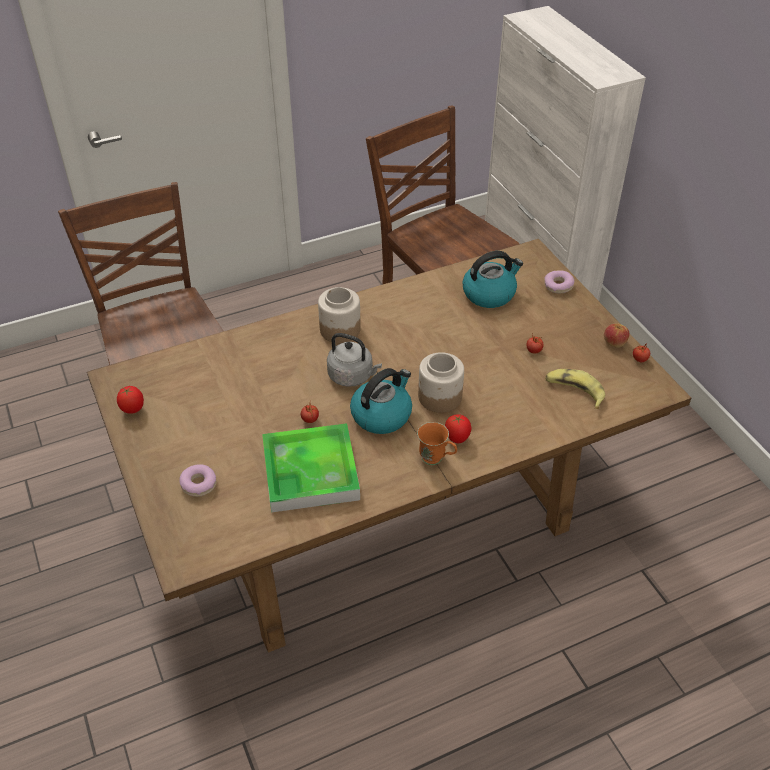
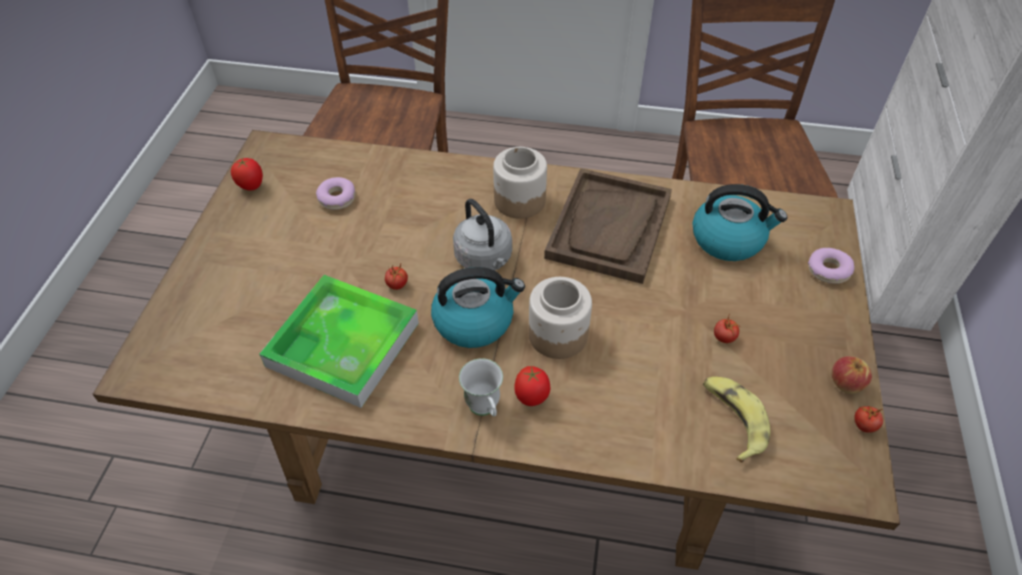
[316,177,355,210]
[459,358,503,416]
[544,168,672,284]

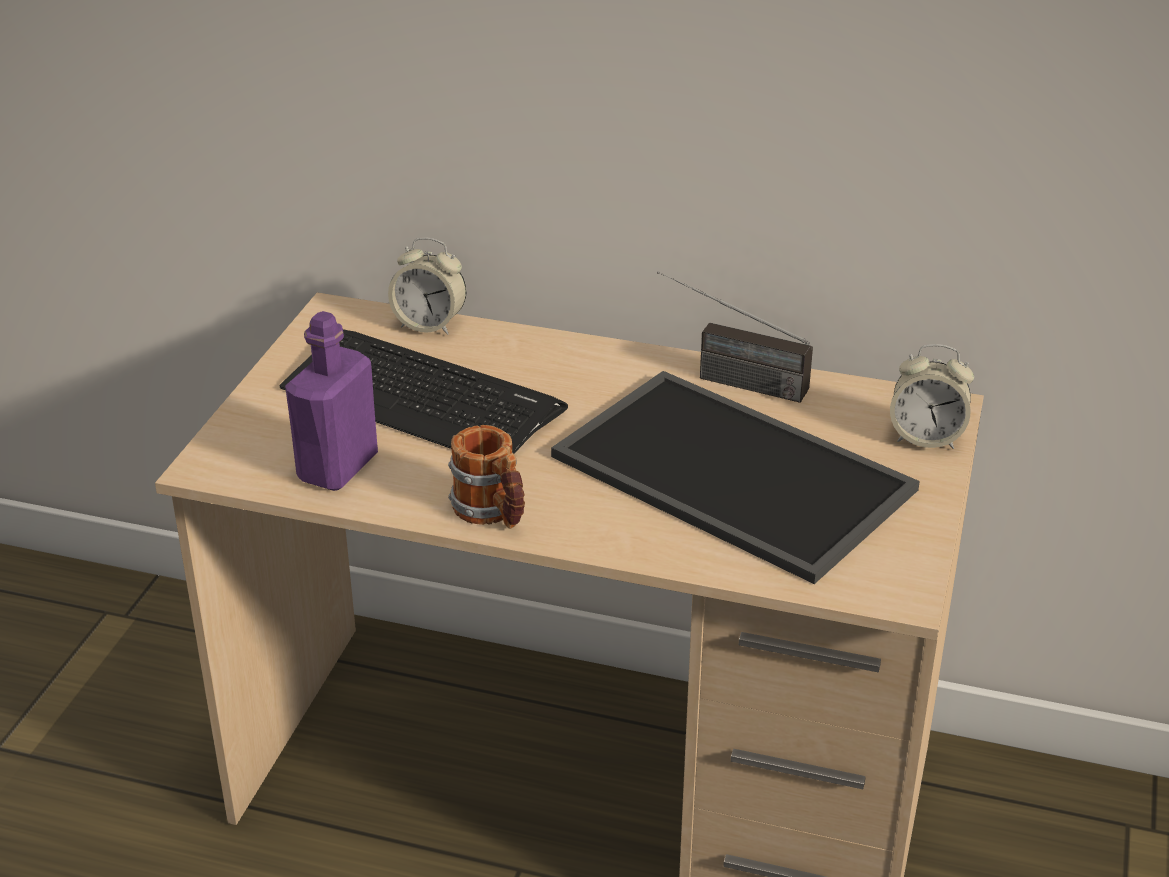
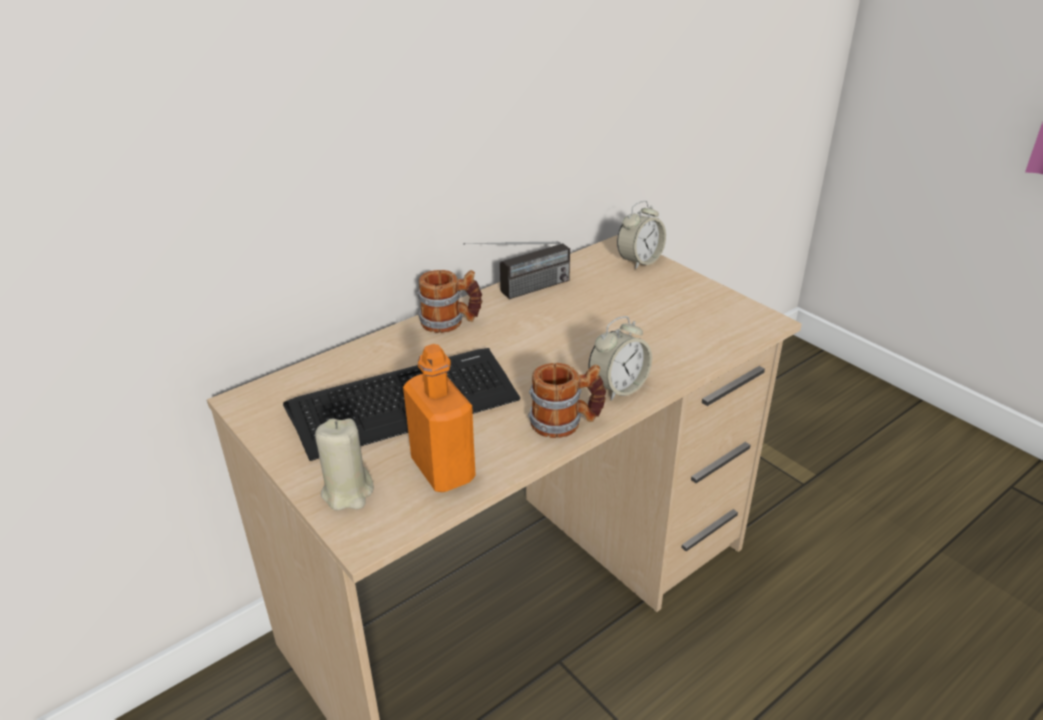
[403,344,476,492]
[589,316,652,401]
[551,371,920,584] (first image)
[315,418,374,511]
[417,270,482,333]

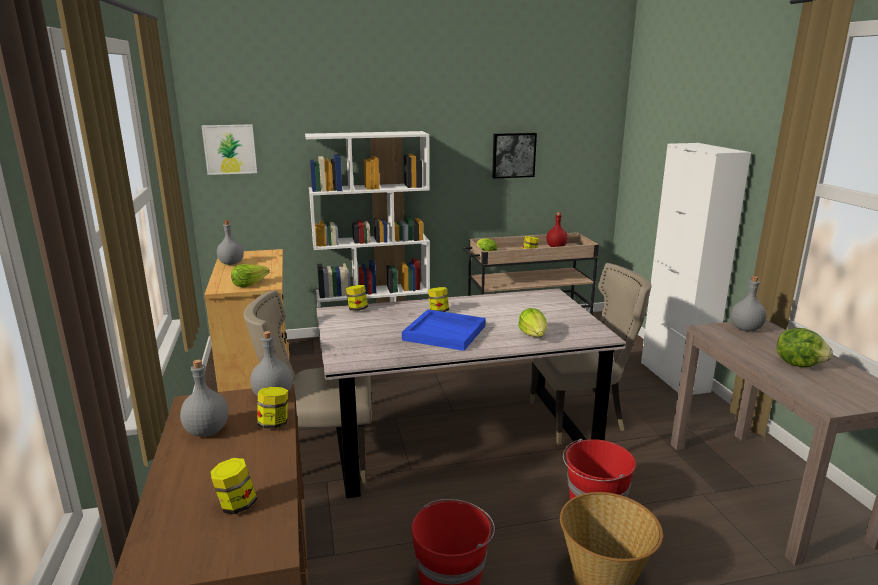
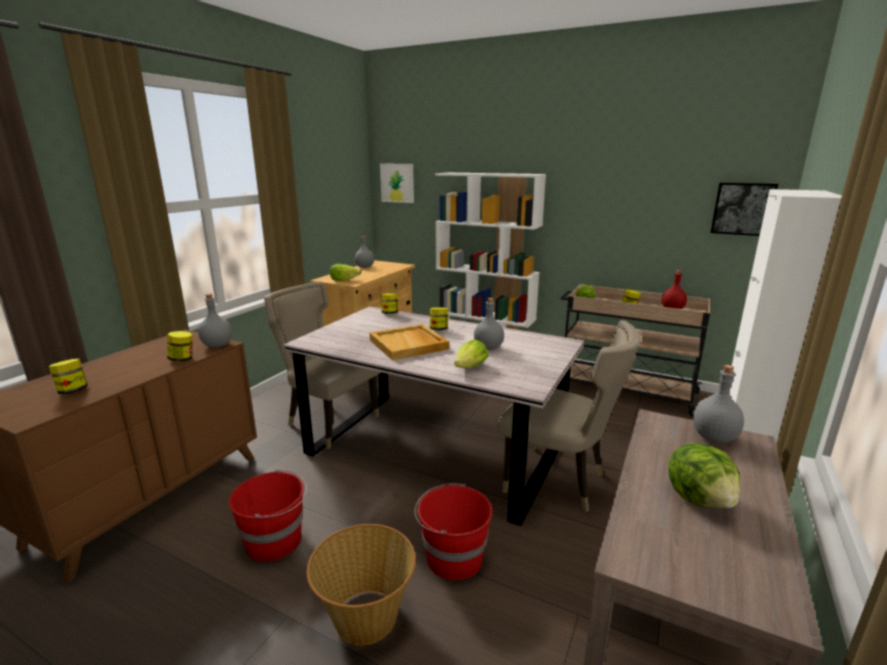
[474,298,504,350]
[370,324,449,360]
[711,183,778,236]

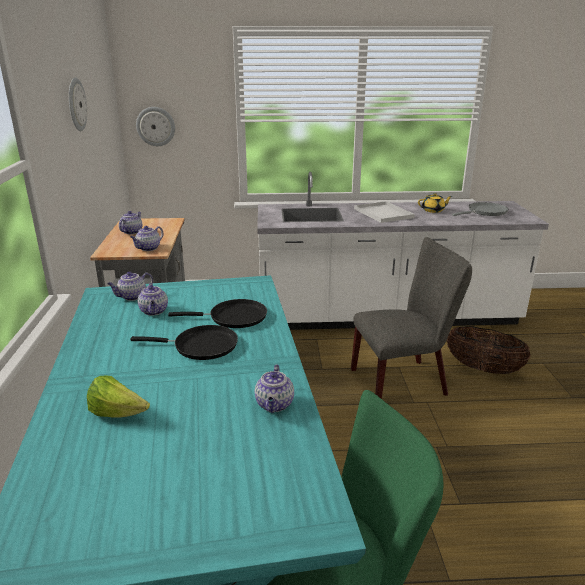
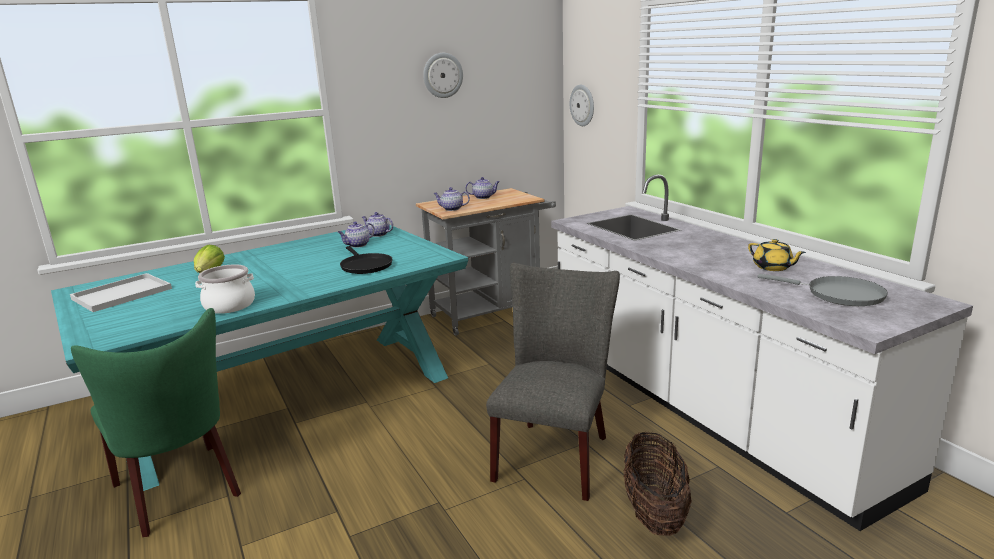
[130,325,238,360] (first image)
[195,264,255,314]
[486,263,620,501]
[70,273,172,312]

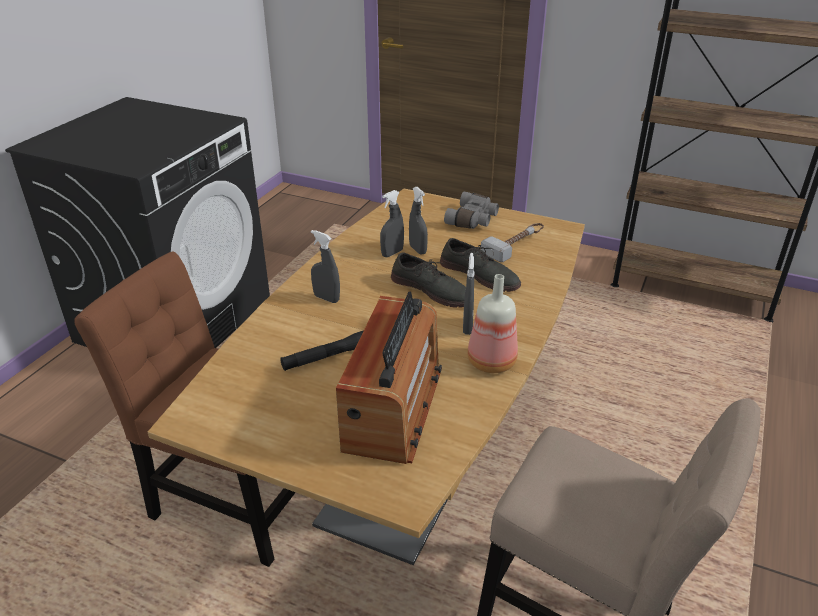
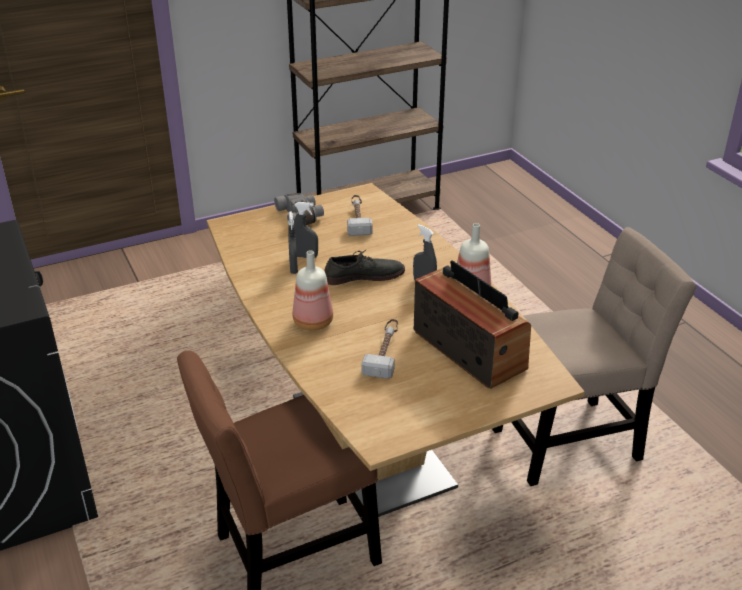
[361,319,398,379]
[293,250,333,331]
[440,238,521,292] (first image)

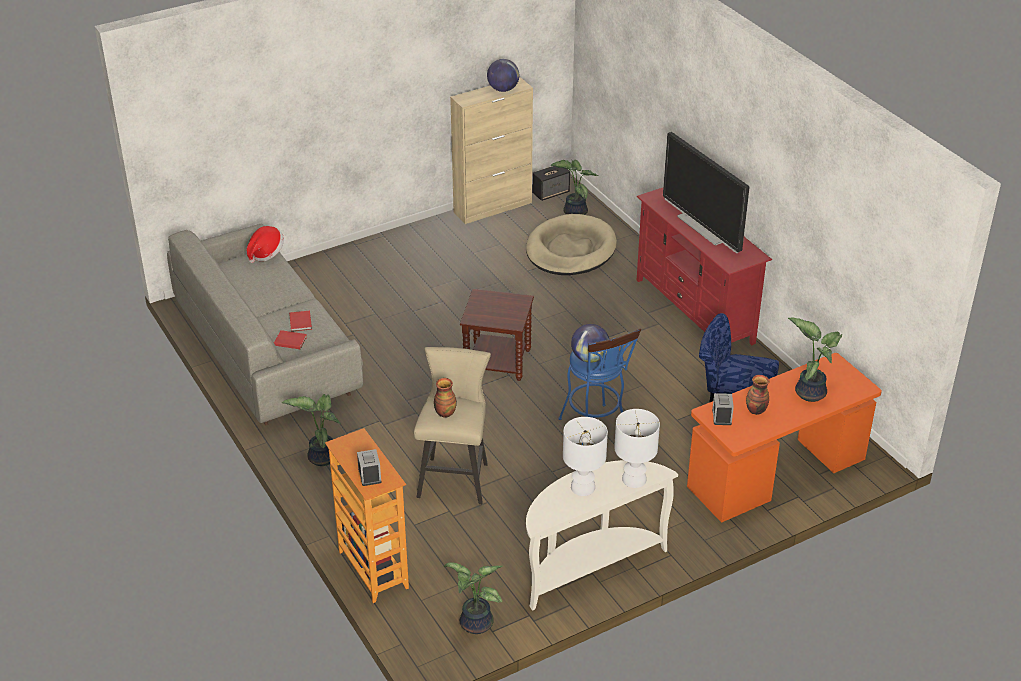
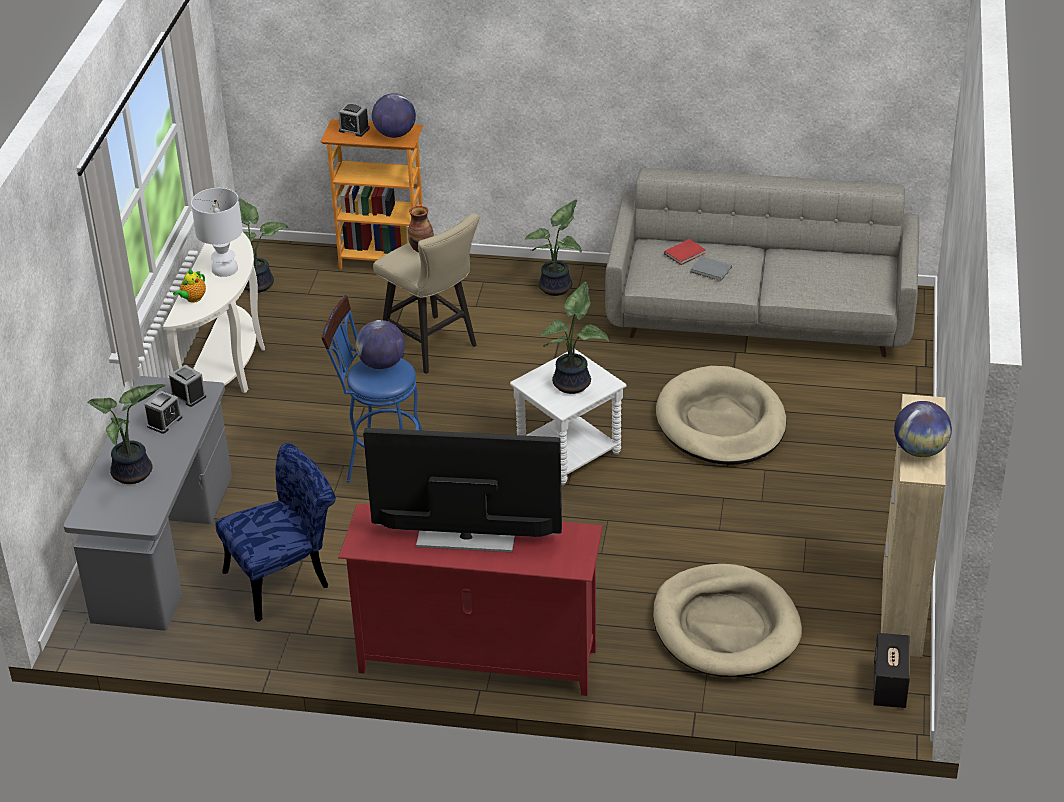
[247,226,284,263] (first image)
[691,256,732,281]
[510,349,627,485]
[541,282,609,394]
[173,269,206,303]
[63,376,232,631]
[144,390,183,434]
[372,93,416,138]
[656,366,787,465]

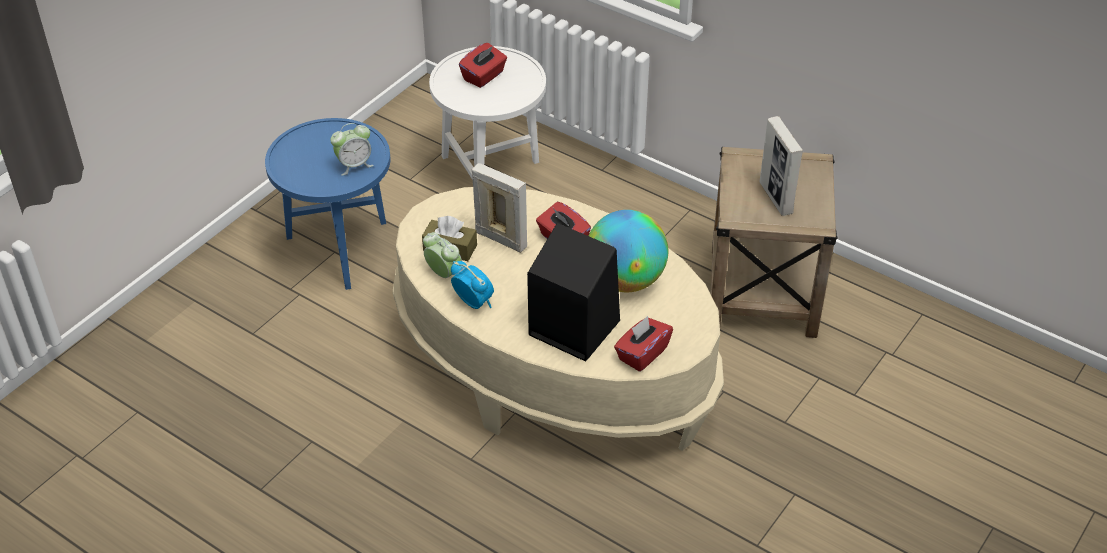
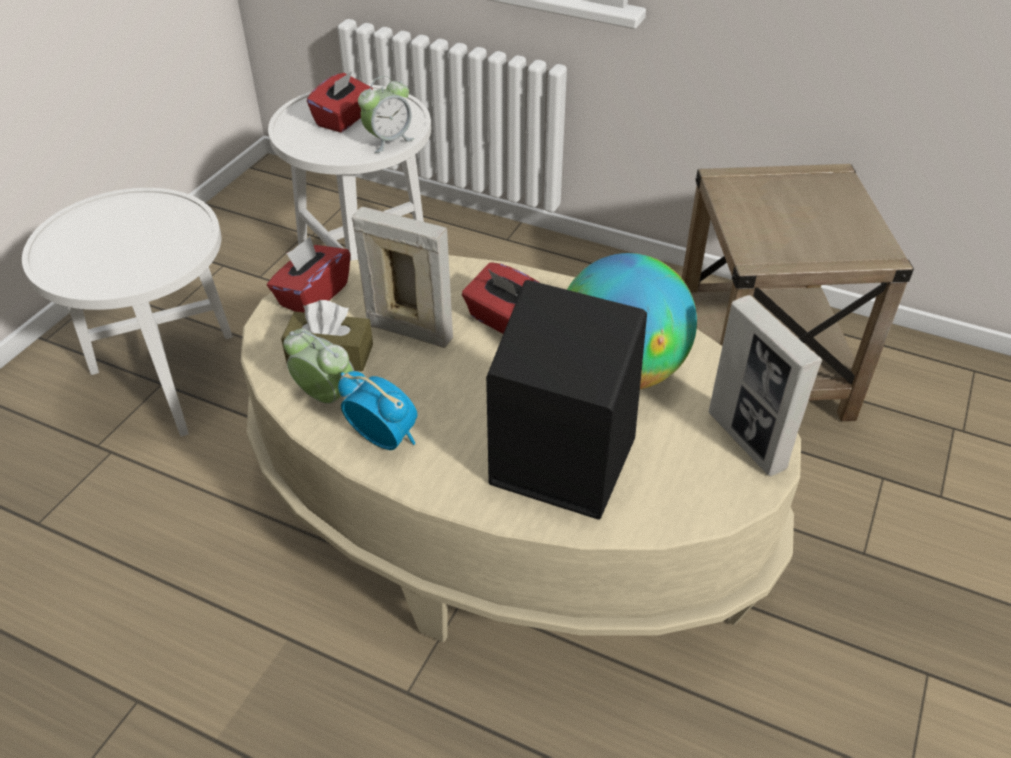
[22,188,233,437]
[358,76,414,153]
[267,237,350,313]
[708,295,822,476]

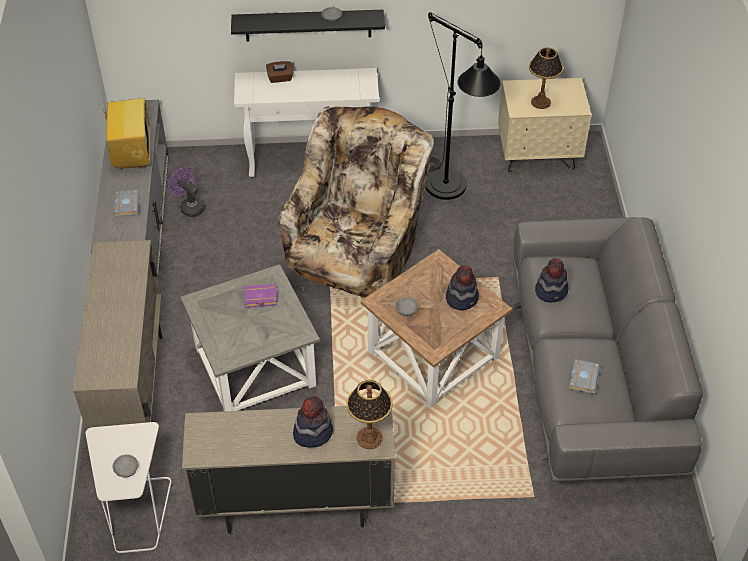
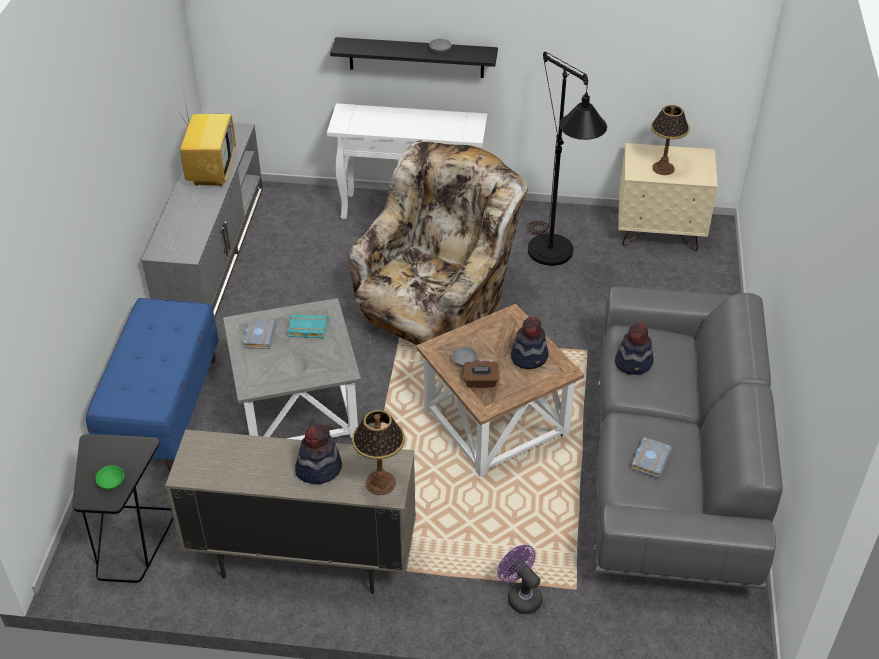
[86,298,219,473]
[72,434,174,583]
[95,465,124,490]
[243,319,277,349]
[498,545,543,614]
[288,314,327,338]
[464,361,498,388]

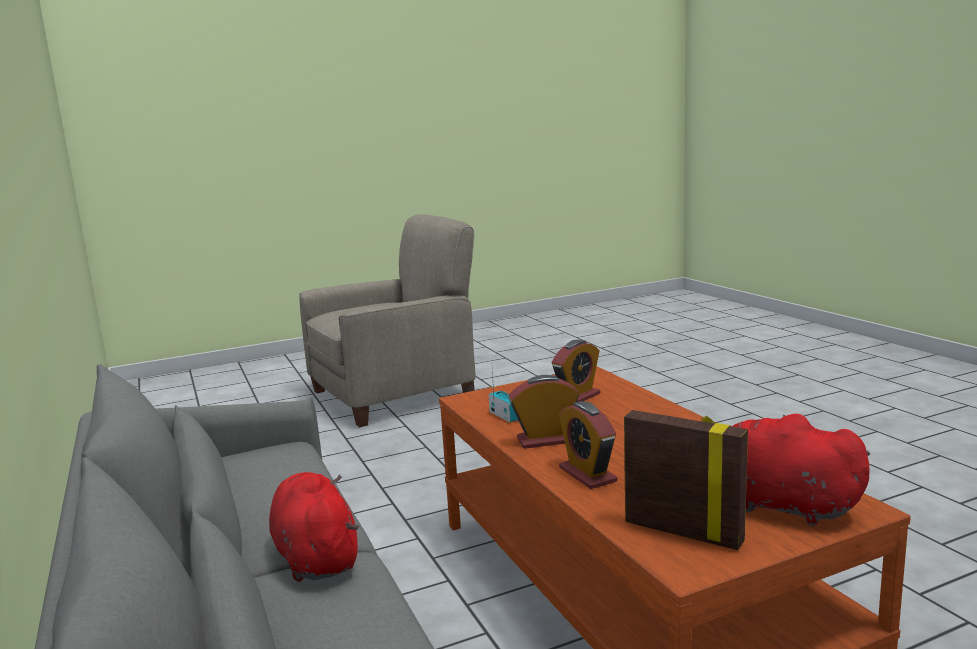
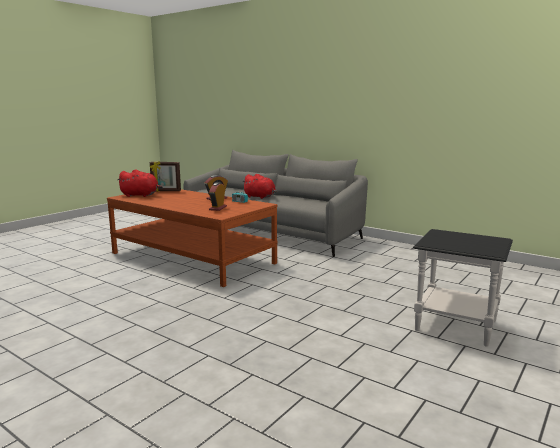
[413,229,513,347]
[559,401,617,489] (first image)

